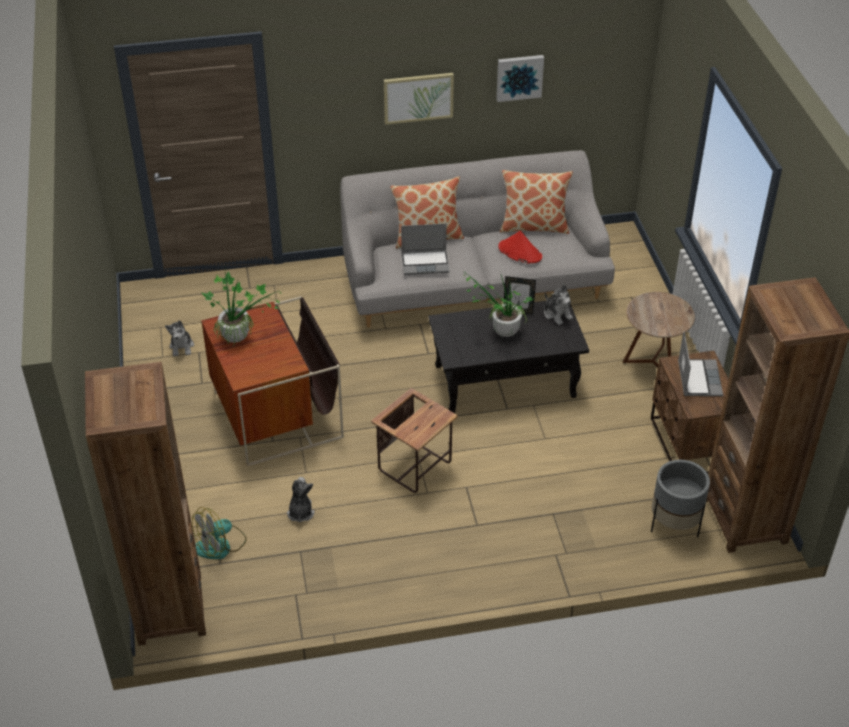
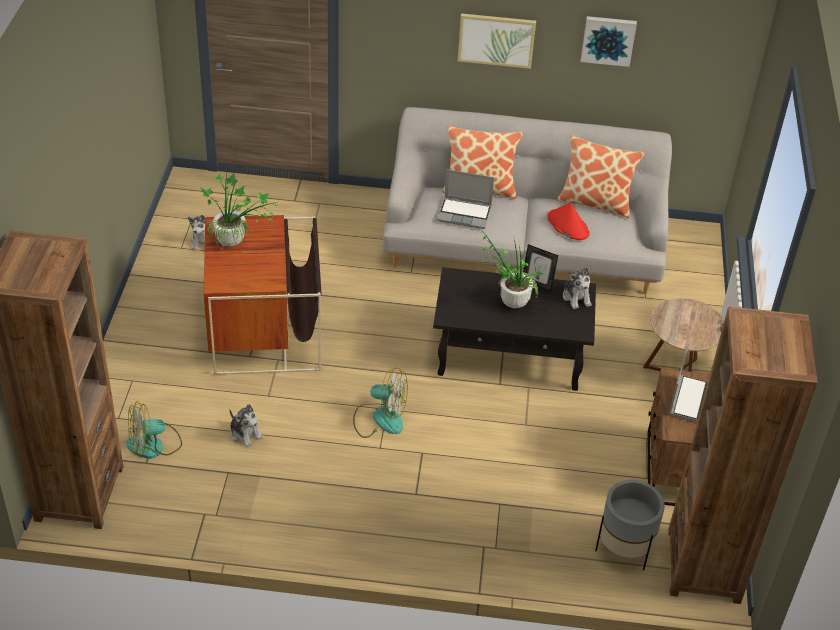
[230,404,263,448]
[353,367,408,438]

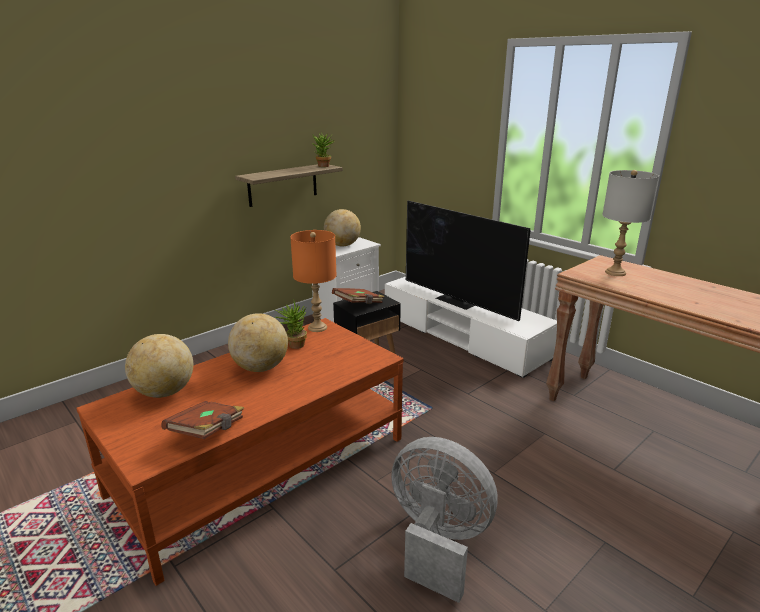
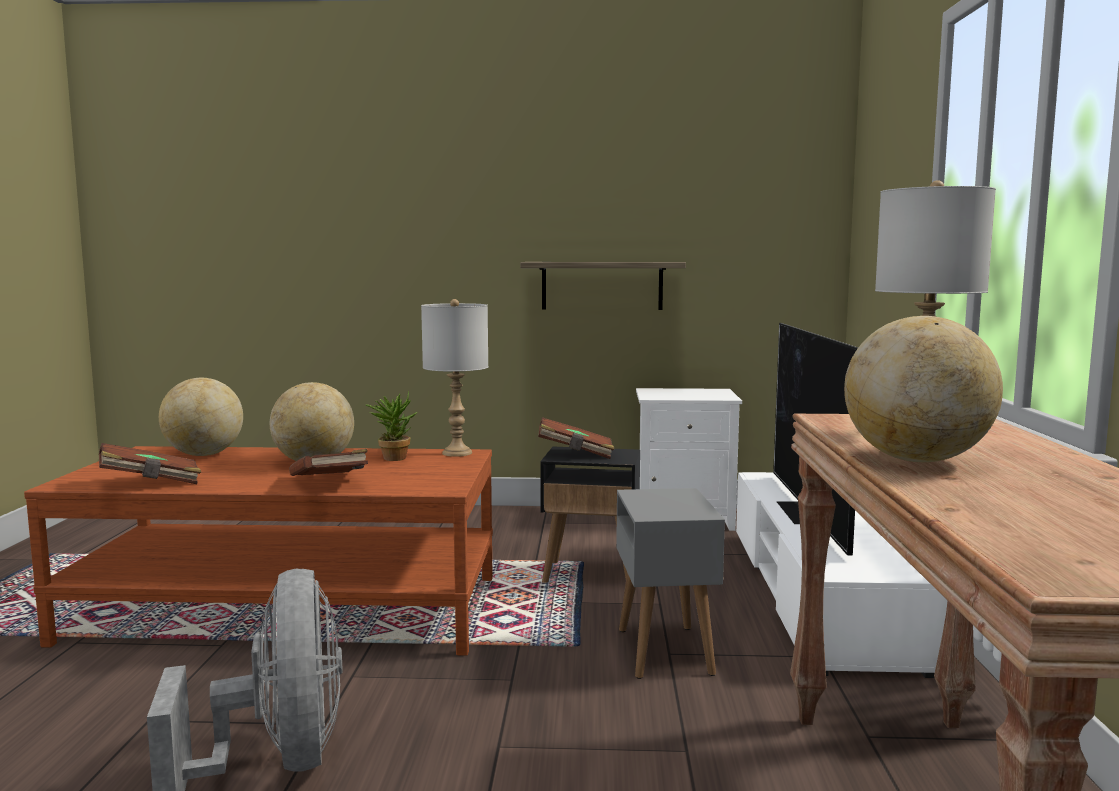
[421,299,488,457]
[312,133,335,167] (first image)
[844,316,1003,462]
[289,449,368,476]
[616,488,725,679]

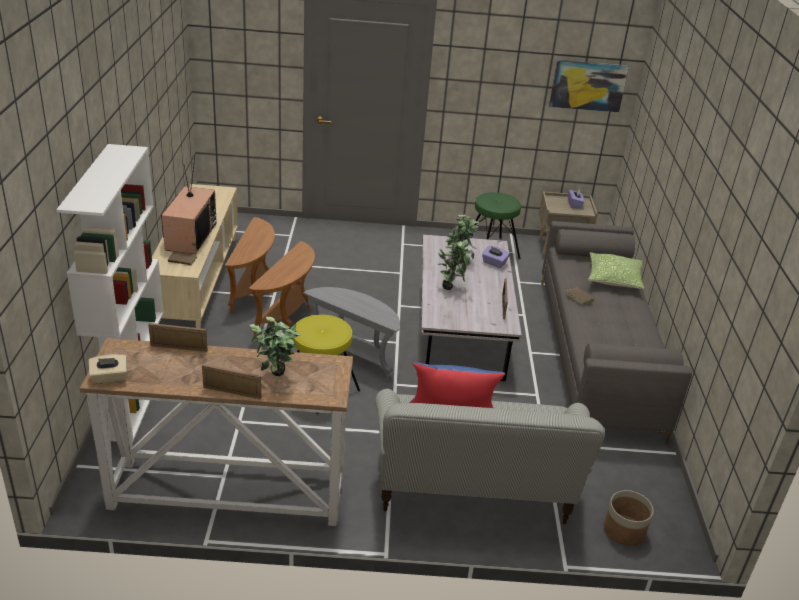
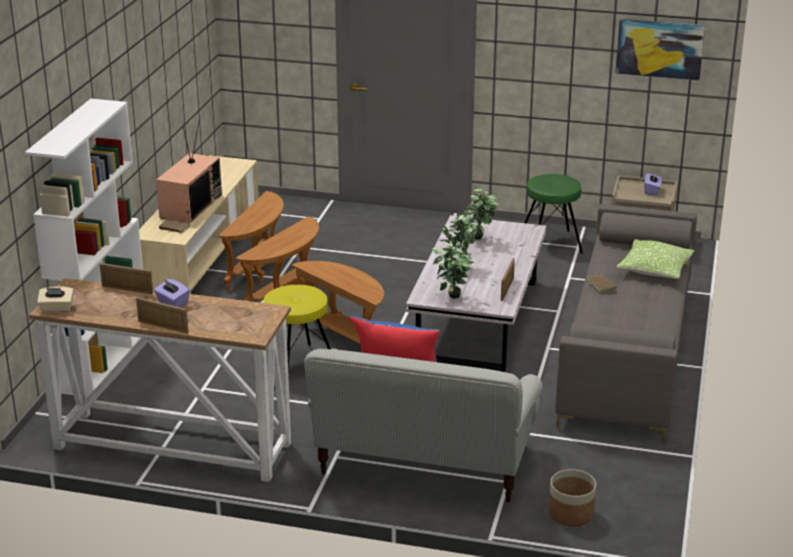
[432,244,475,299]
[291,261,384,344]
[154,279,190,307]

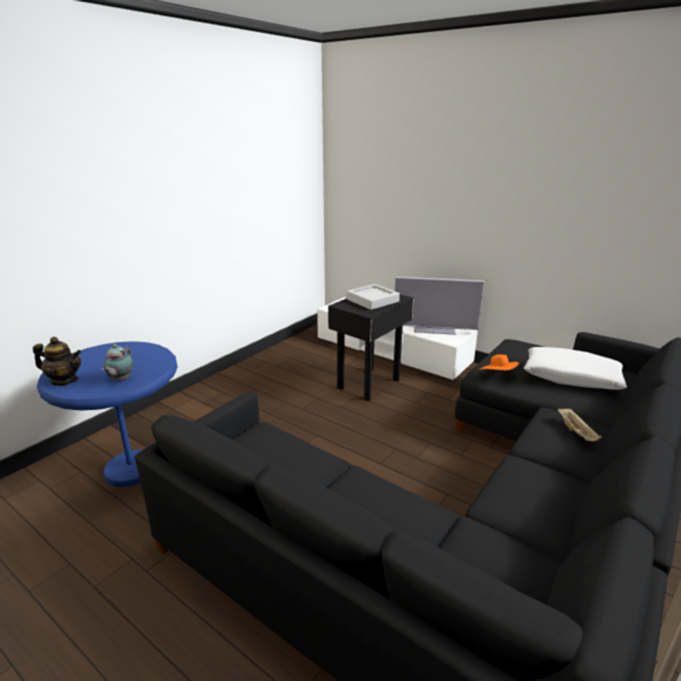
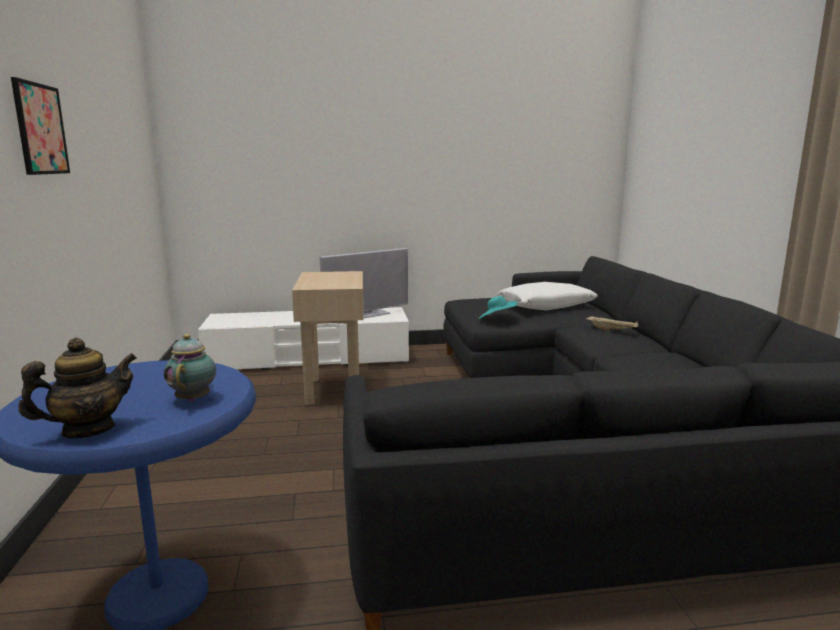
[164,334,216,402]
[292,271,364,405]
[347,284,400,310] (first image)
[479,296,517,319]
[11,77,70,175]

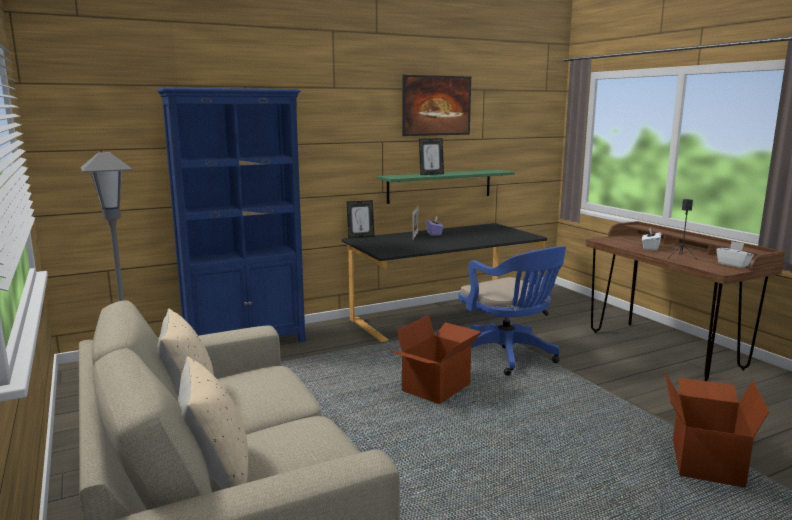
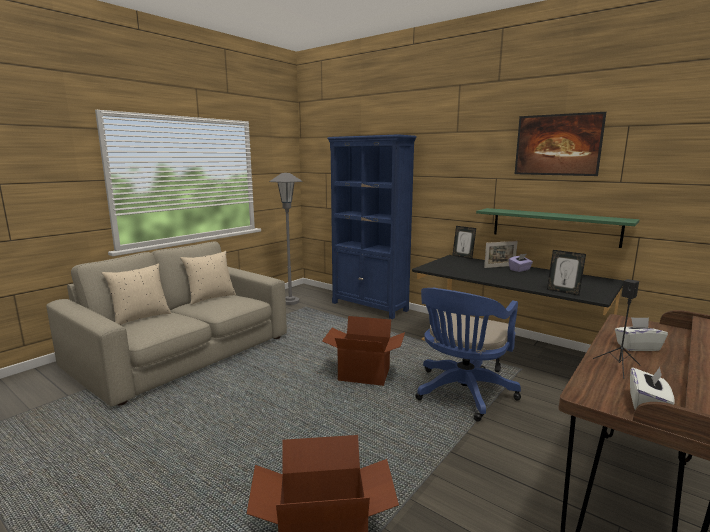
[547,250,586,296]

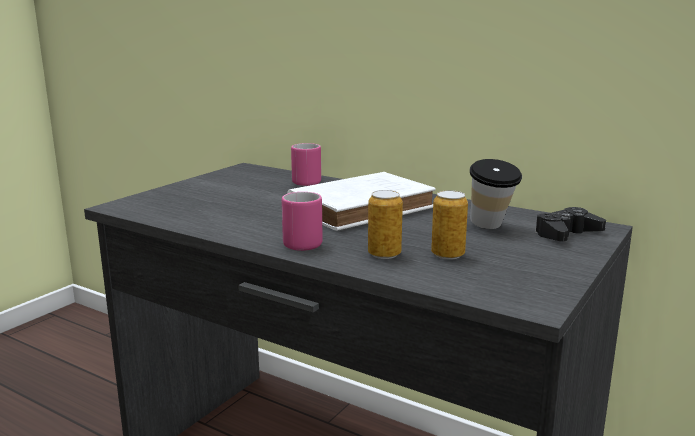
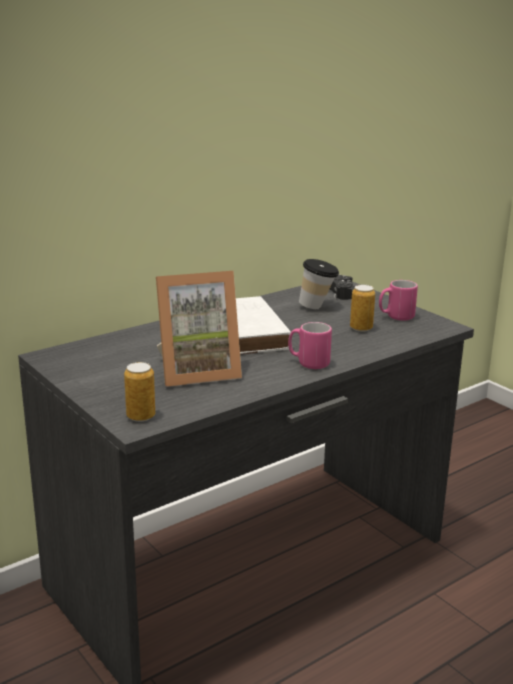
[379,280,418,321]
[124,362,155,422]
[156,271,242,387]

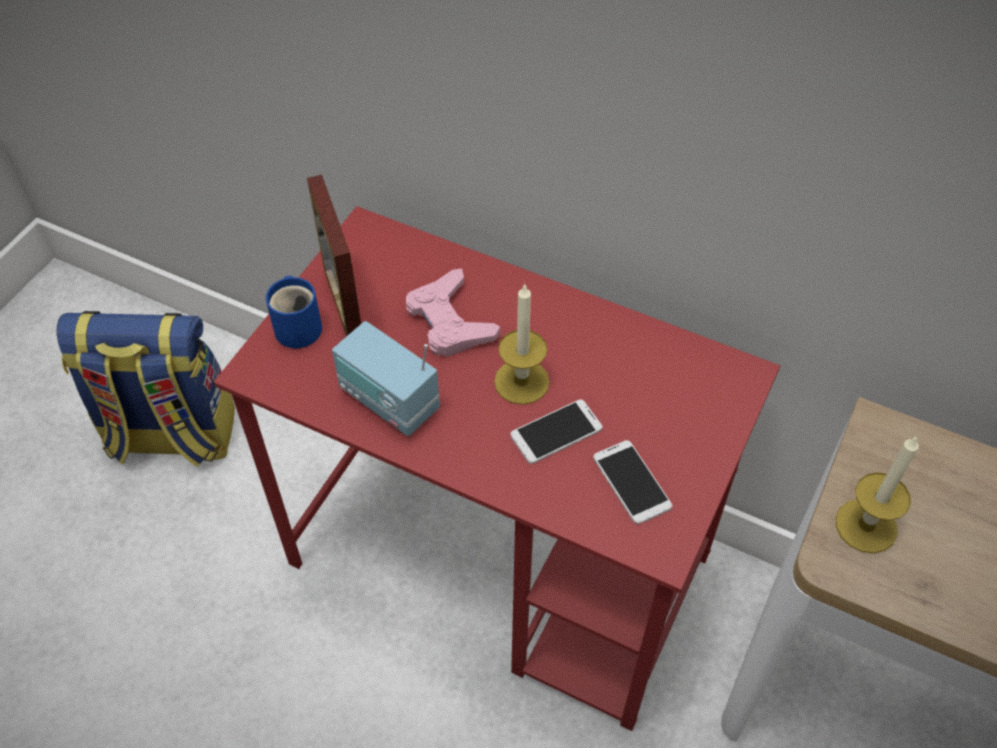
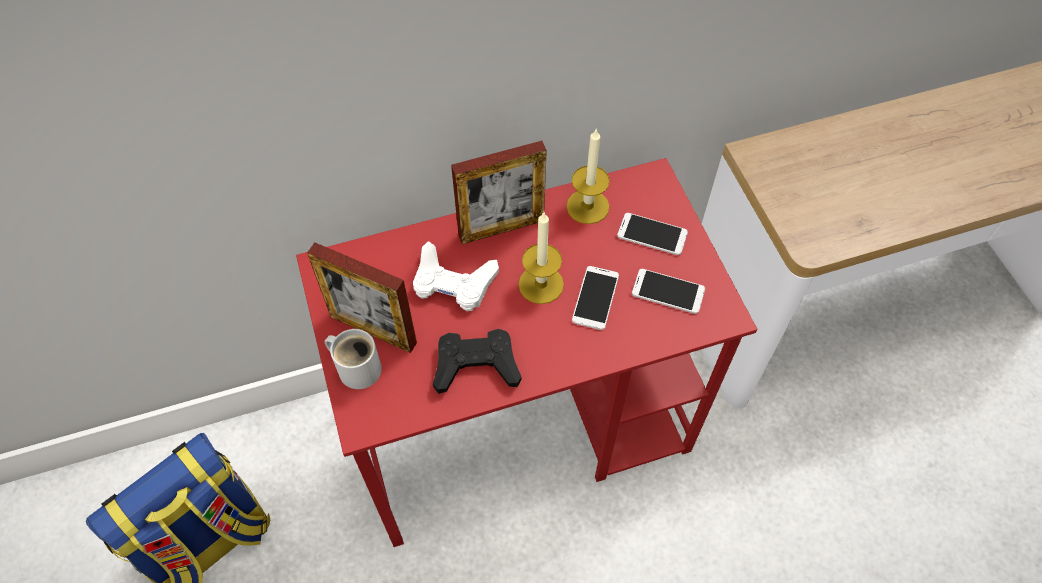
[325,329,382,389]
[433,329,521,394]
[413,241,499,311]
[566,128,610,224]
[451,141,547,244]
[617,213,688,255]

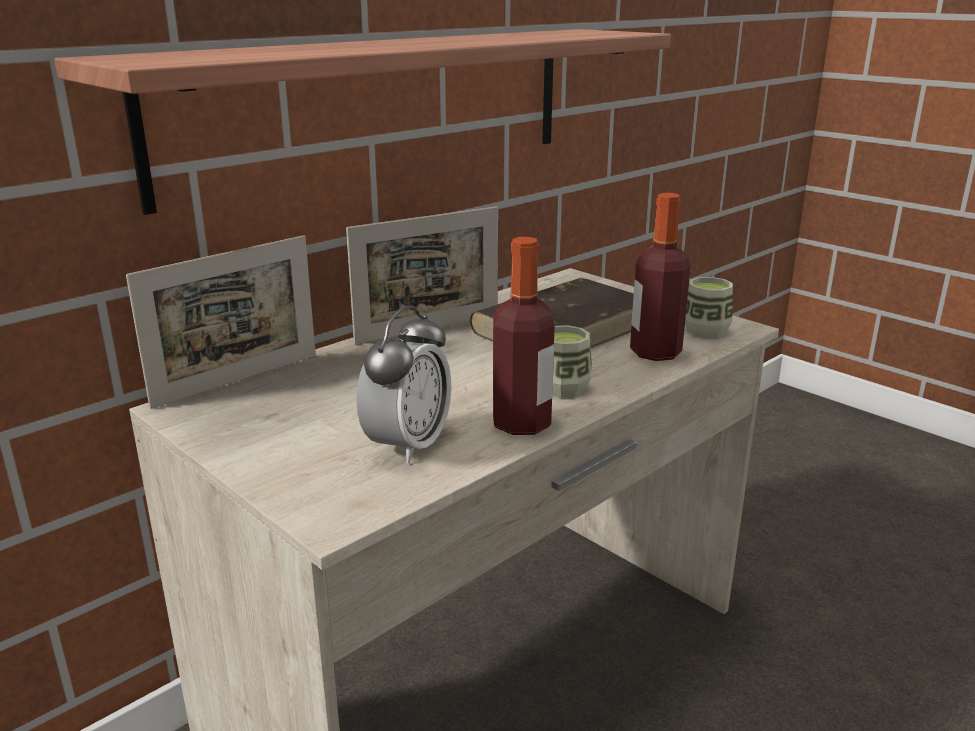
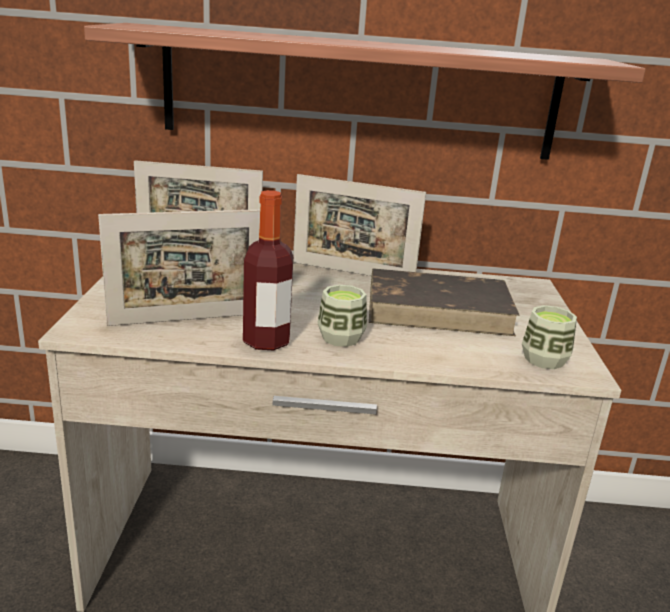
[98,209,260,326]
[630,193,691,361] (first image)

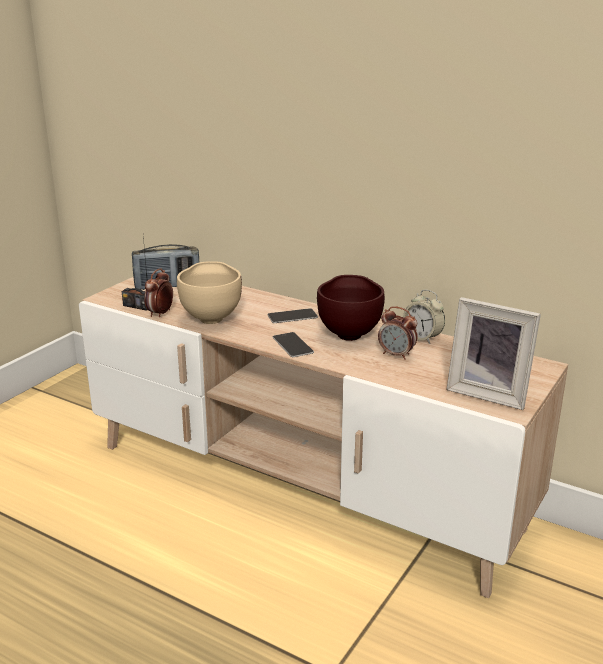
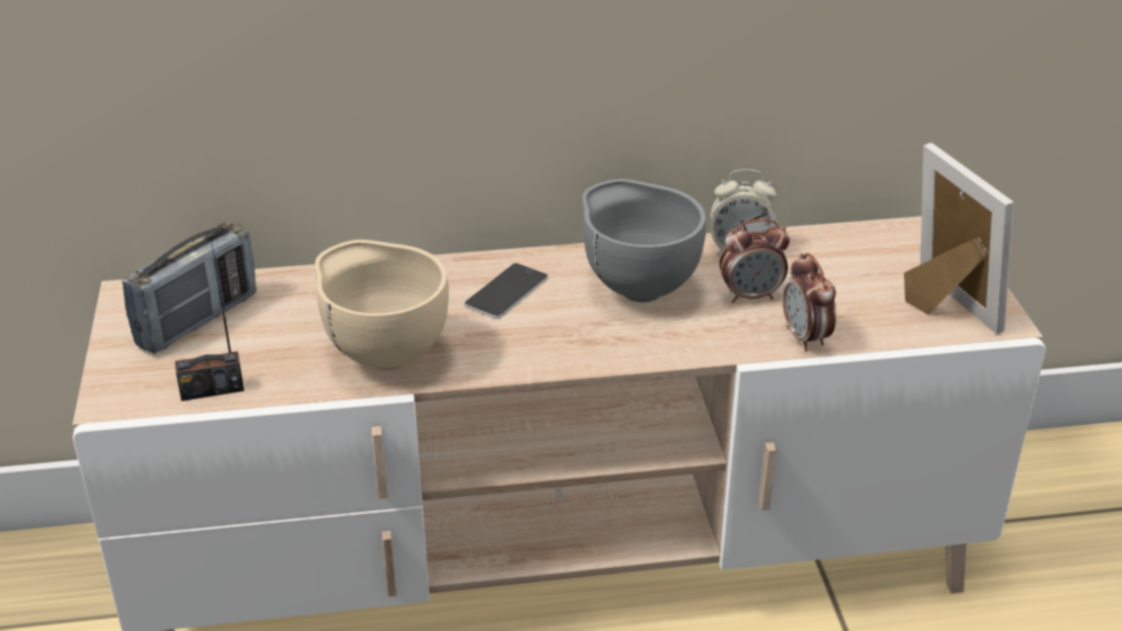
[782,253,836,351]
[272,332,314,357] (first image)
[582,179,706,302]
[904,143,1014,334]

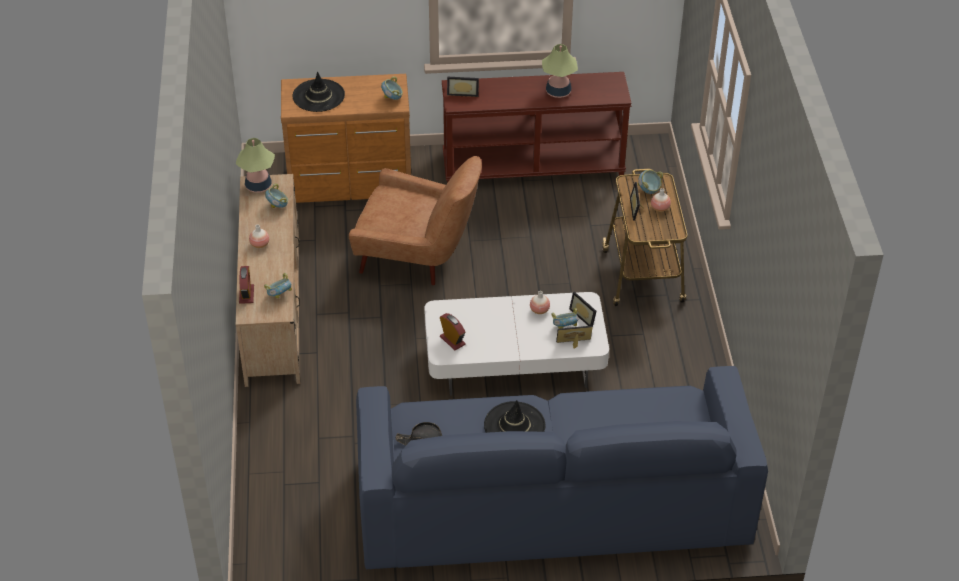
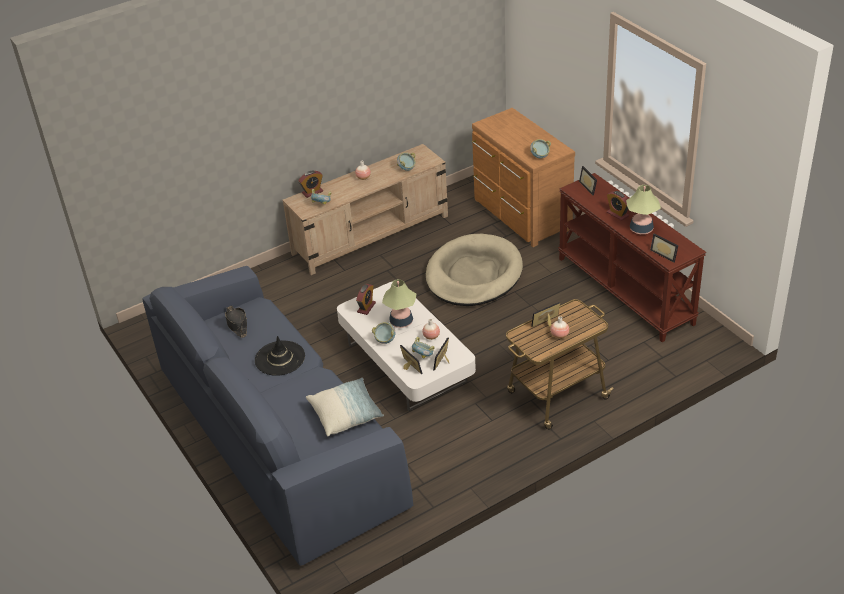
[382,279,416,328]
[293,71,345,112] (first image)
[426,234,523,306]
[372,322,395,344]
[306,378,384,437]
[607,191,629,221]
[650,233,678,262]

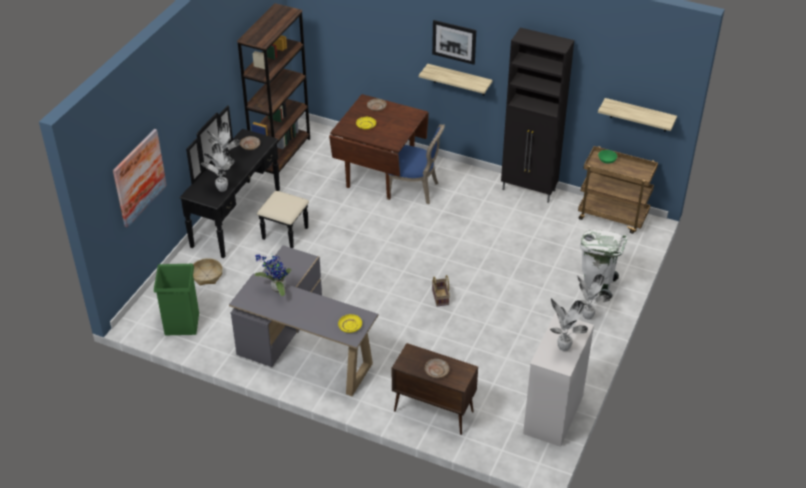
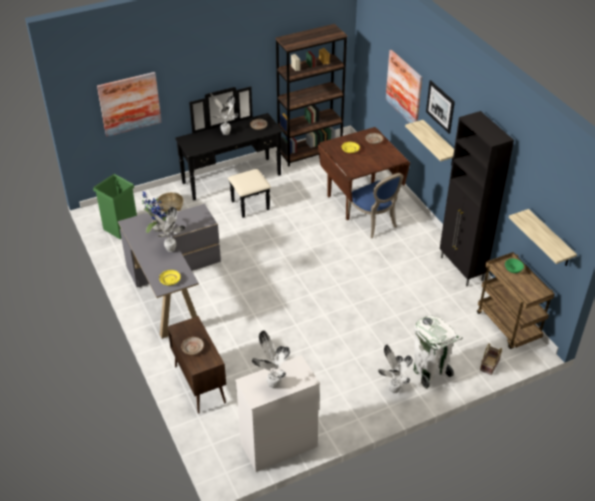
[150,207,185,252]
[480,343,502,375]
[386,50,423,123]

